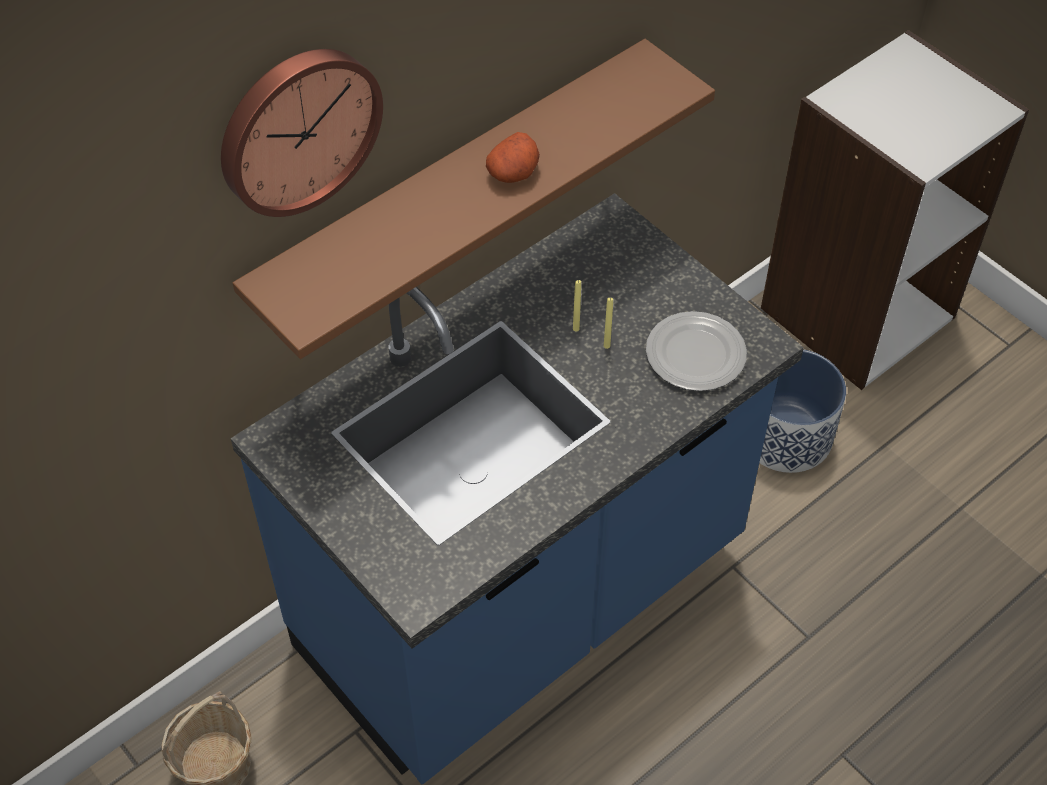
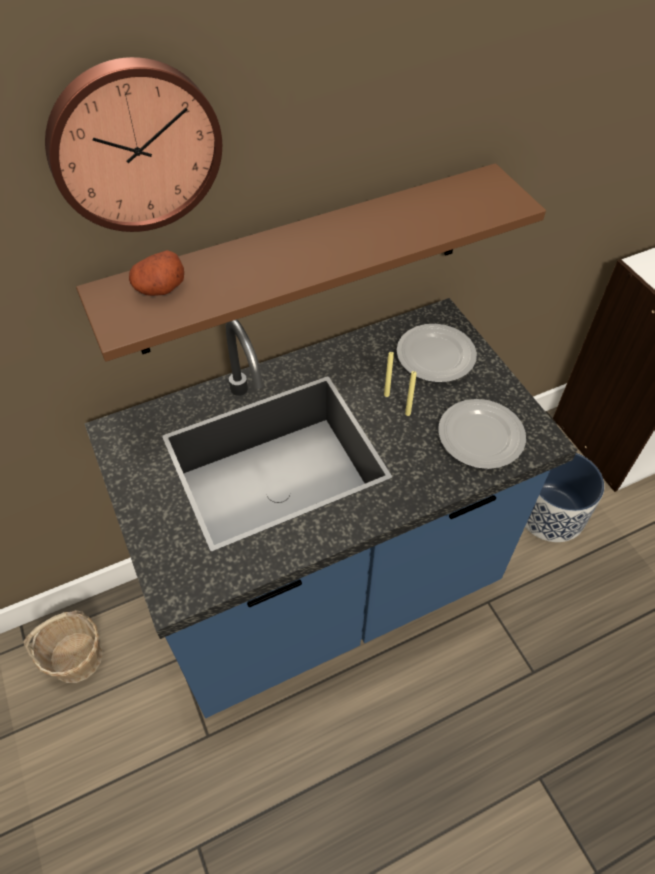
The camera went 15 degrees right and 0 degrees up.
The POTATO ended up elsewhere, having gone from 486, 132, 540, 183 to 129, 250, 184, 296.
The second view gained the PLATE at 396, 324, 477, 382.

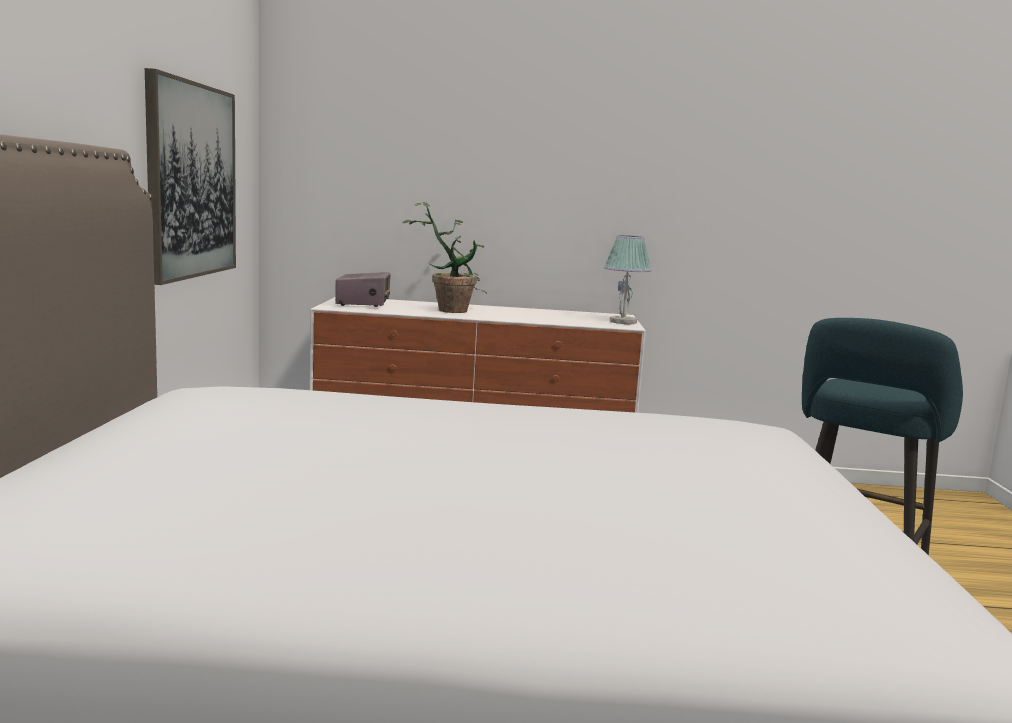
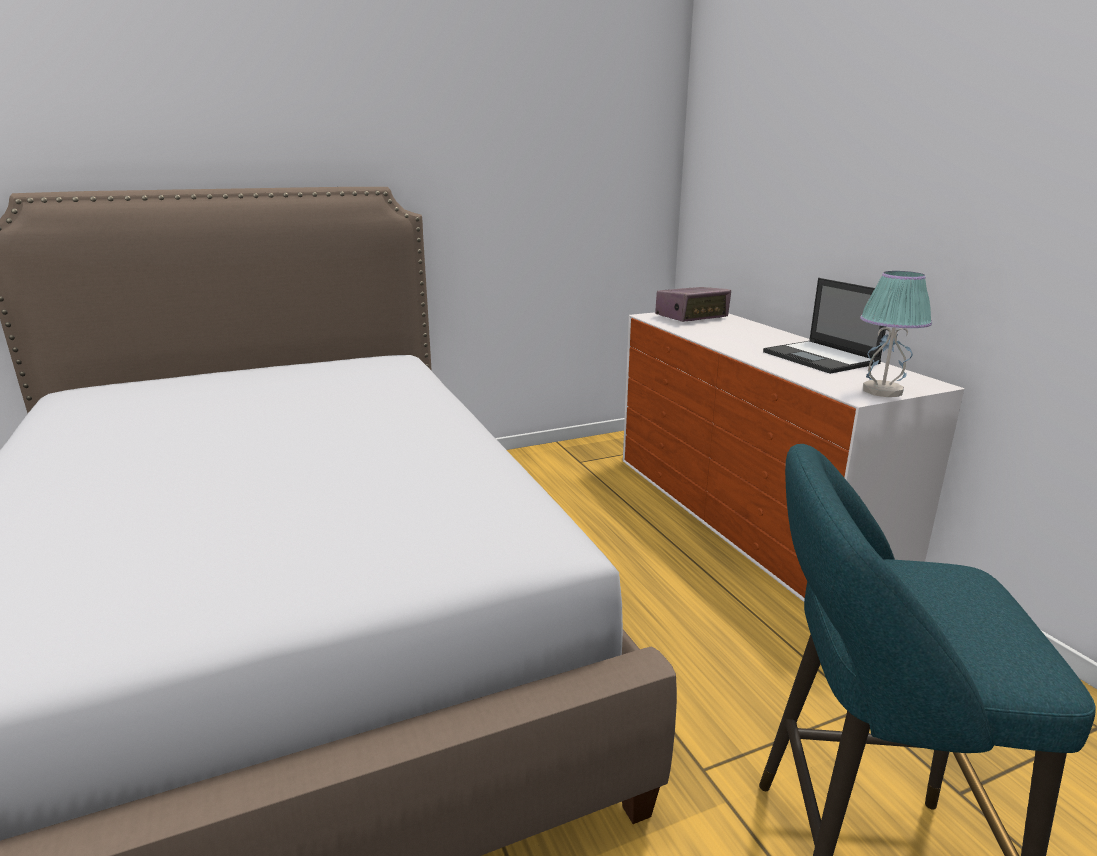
The camera went 65 degrees right and 10 degrees up.
The second view lost the PICTURE at 145, 68, 236, 285.
The second view lost the POTTED PLANT at 402, 202, 487, 313.
The second view gained the LAPTOP at 763, 278, 886, 374.

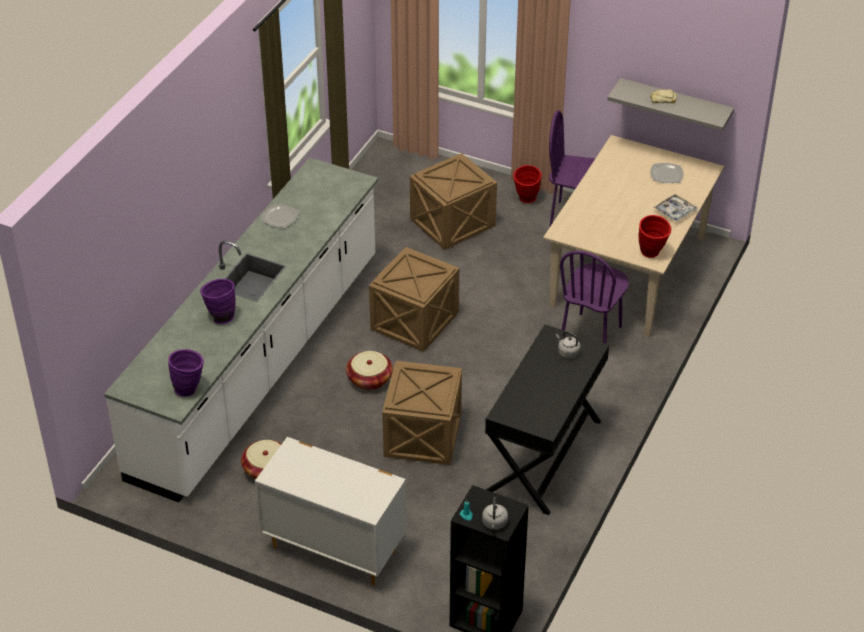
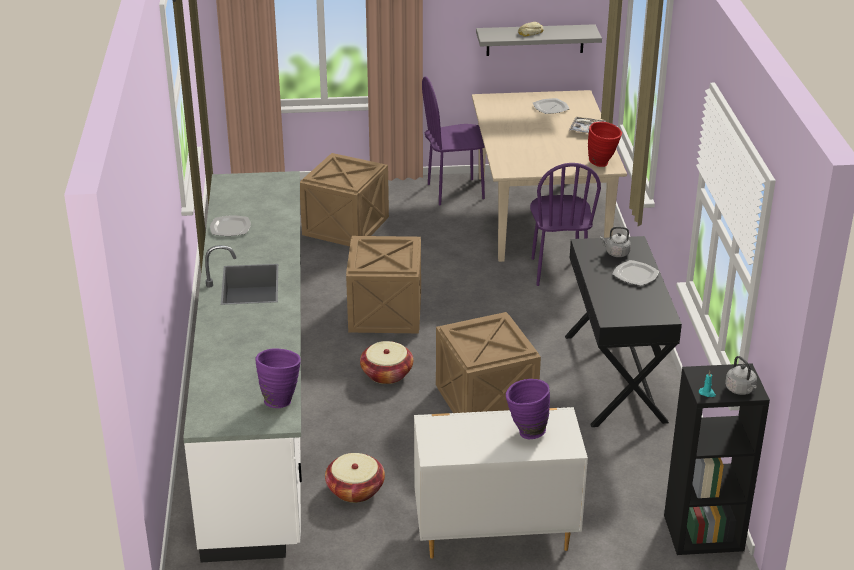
The camera went 30 degrees left and 10 degrees down.
The PURPLE VASE ended up elsewhere, having gone from 200, 279, 236, 324 to 506, 379, 550, 439.
The second view lost the RED VASE at 513, 165, 542, 203.
The second view gained the PLATE at 612, 260, 659, 286.

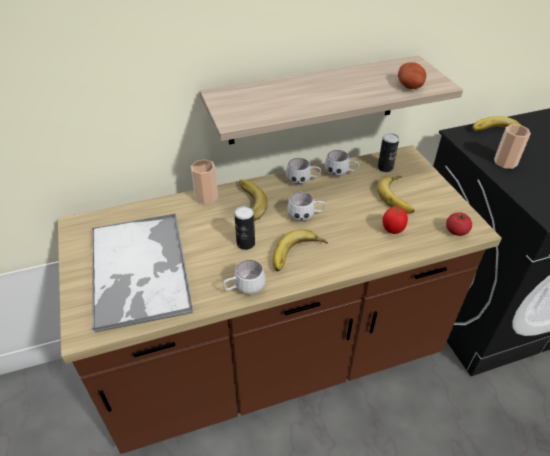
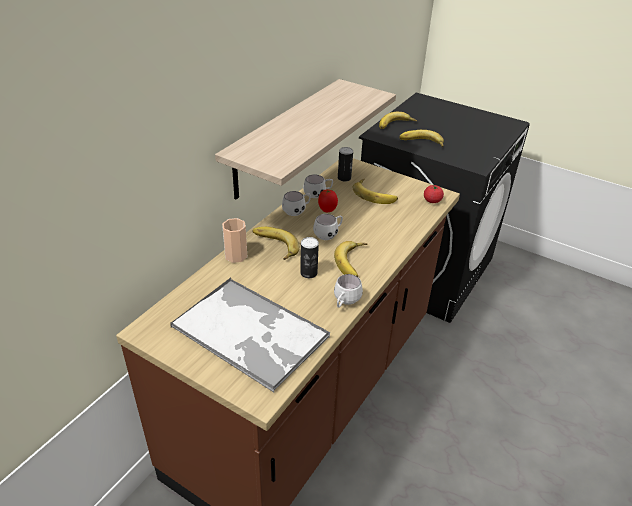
The camera went 40 degrees left and 5 degrees down.
The TOMATO ended up elsewhere, having gone from 383, 206, 408, 234 to 318, 189, 338, 212.
The second view lost the POTATO at 398, 62, 426, 89.
Where the CUP stood at 494, 124, 531, 169, the BANANA came to stand at 399, 130, 444, 147.

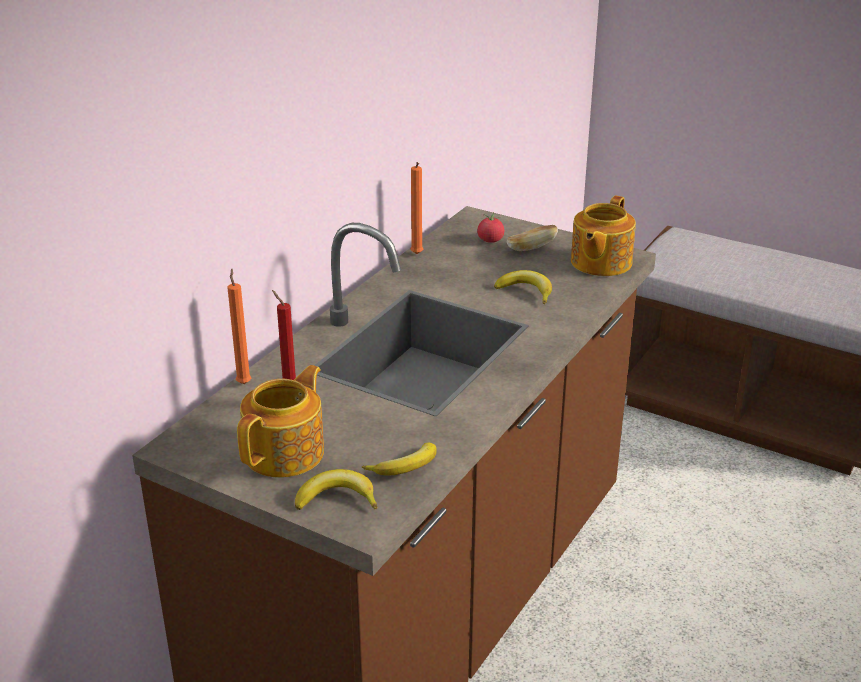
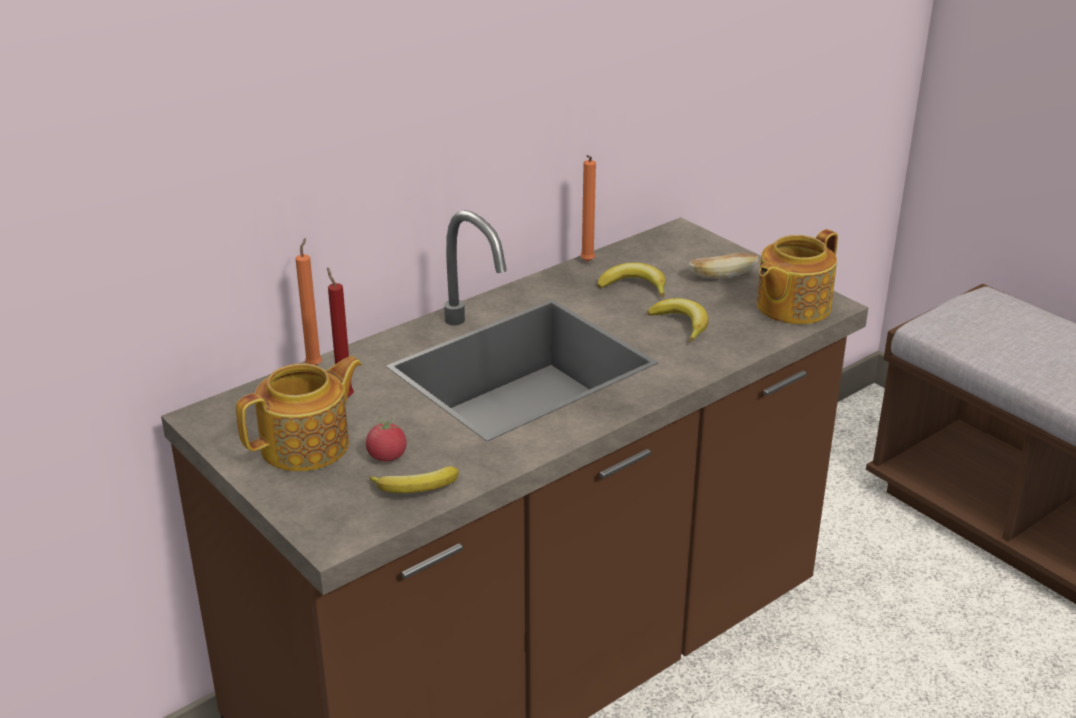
The camera went 20 degrees right and 0 degrees up.
The BANANA ended up elsewhere, having gone from 295, 469, 377, 510 to 597, 263, 666, 298.
The TOMATO ended up elsewhere, having gone from 477, 212, 504, 243 to 366, 417, 407, 462.

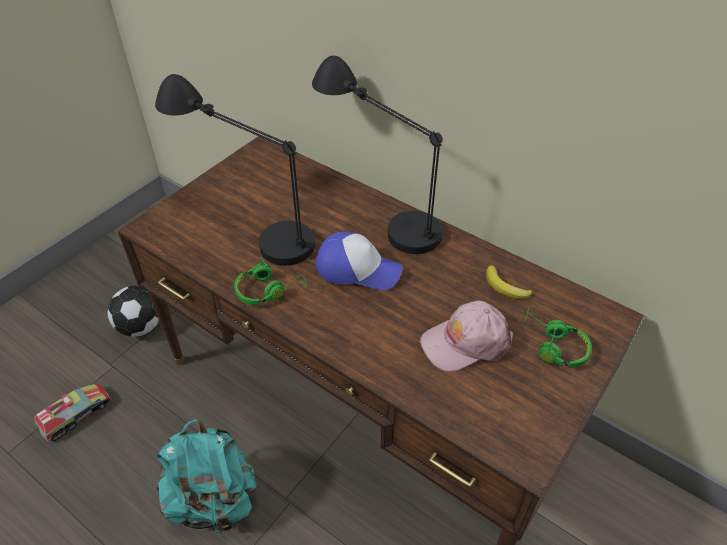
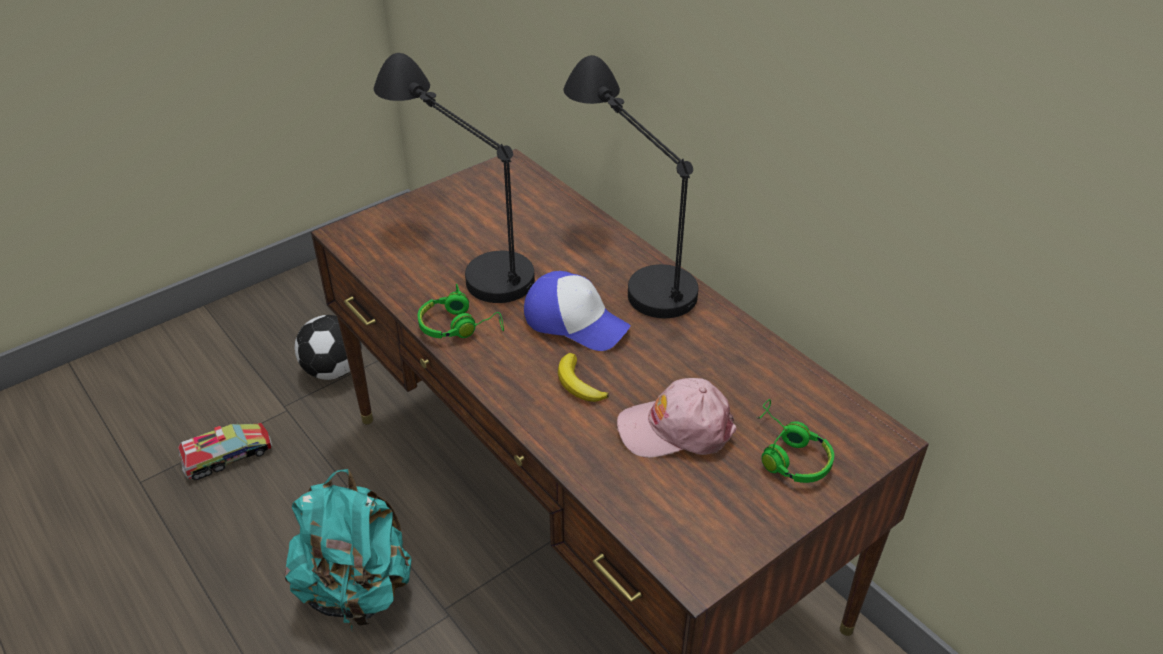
The camera went 15 degrees right and 5 degrees down.
The BANANA ended up elsewhere, having gone from 486, 265, 532, 299 to 558, 353, 609, 402.

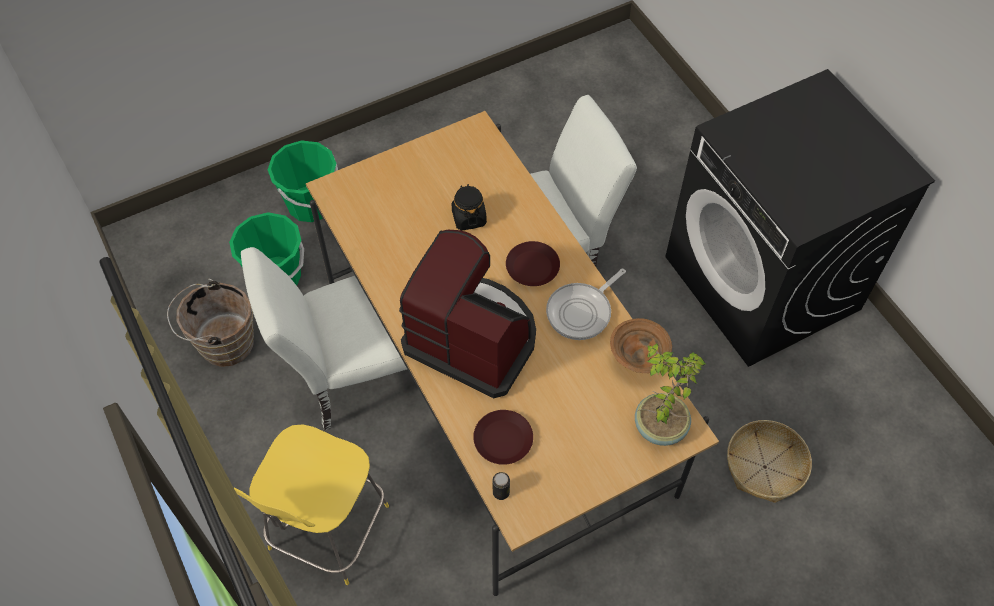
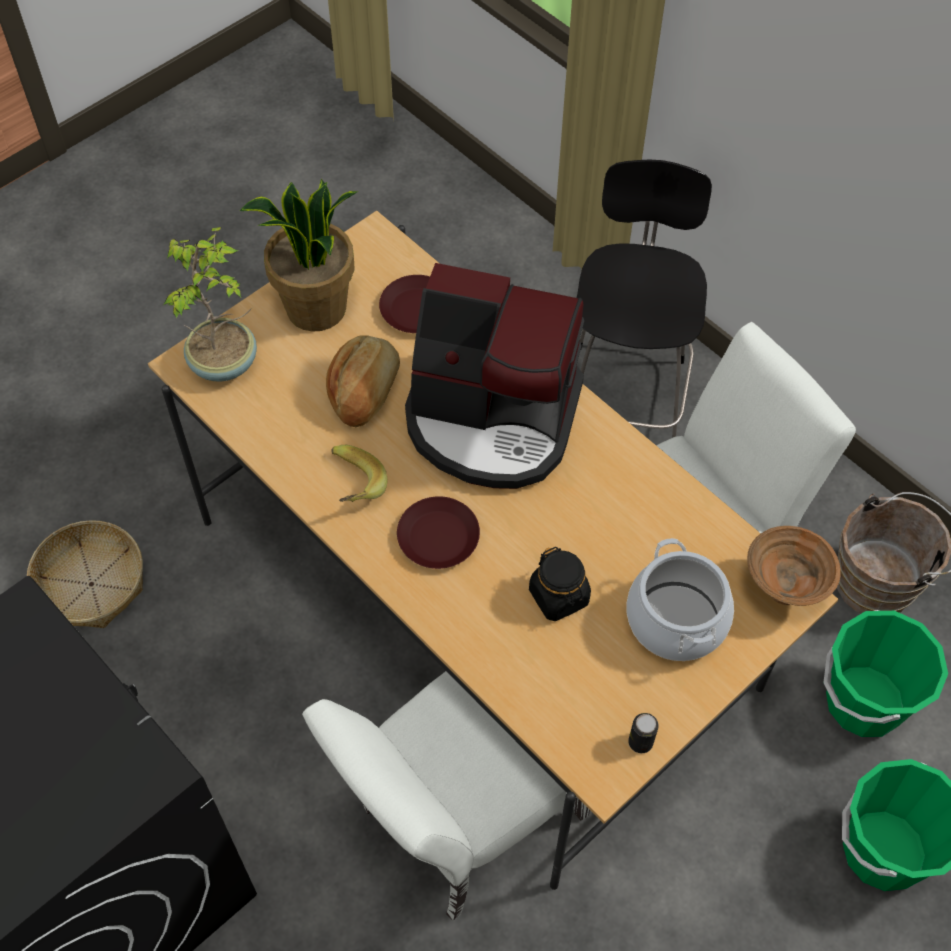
The camera went 165 degrees right and 0 degrees up.
What was the YELLOW STOOL at 233, 424, 389, 585 turned into the BLACK STOOL at 577, 160, 712, 438.
The CAN ended up elsewhere, having gone from 493, 472, 510, 500 to 628, 713, 659, 753.
Where the FRYING PAN stood at 546, 269, 626, 340, the BANANA came to stand at 331, 445, 388, 502.
The BROWN BOWL ended up elsewhere, having gone from 610, 318, 672, 373 to 747, 526, 841, 606.
The second view gained the POTTED PLANT at 240, 179, 358, 332.
The second view gained the BREAD at 326, 335, 400, 427.
The second view gained the COOKING POT at 626, 538, 734, 661.

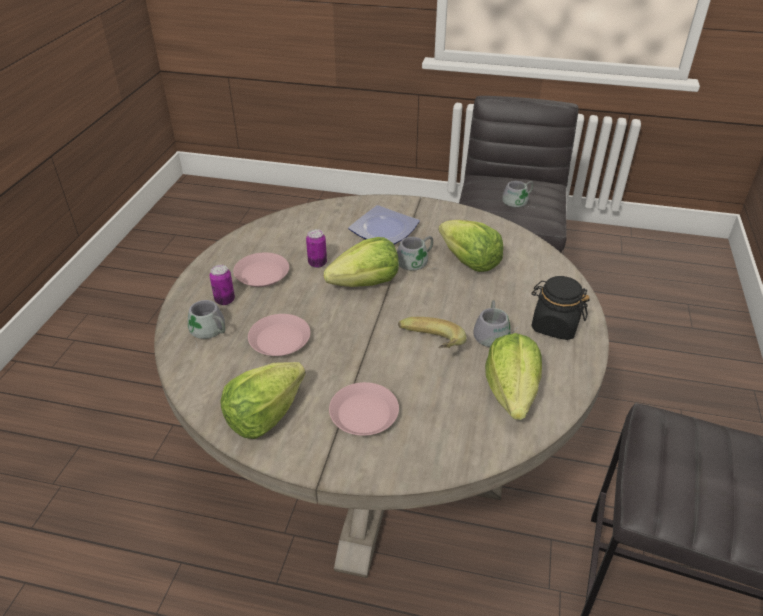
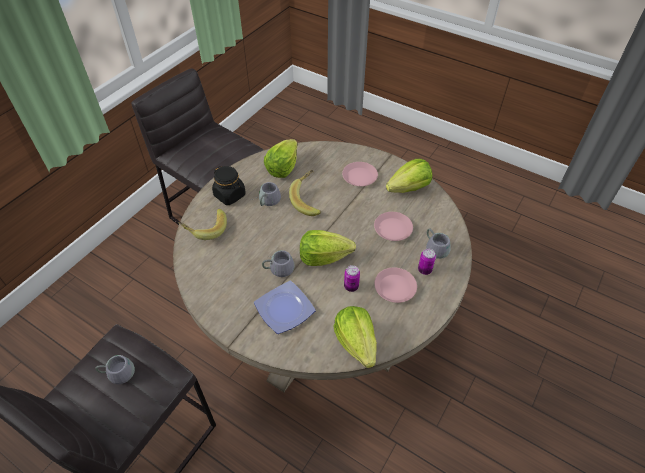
The camera went 160 degrees left and 10 degrees up.
The LETTUCE ended up elsewhere, having gone from 439, 220, 503, 272 to 334, 306, 377, 368.
The second view gained the BANANA at 179, 209, 227, 240.

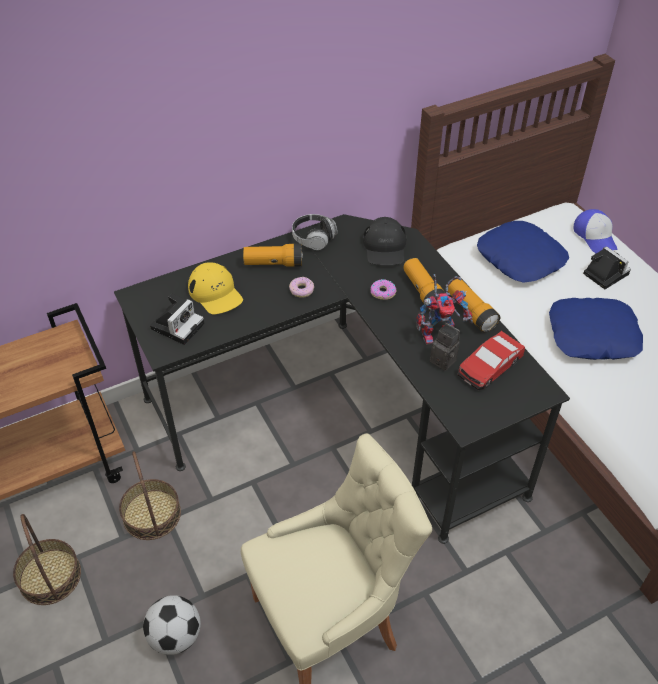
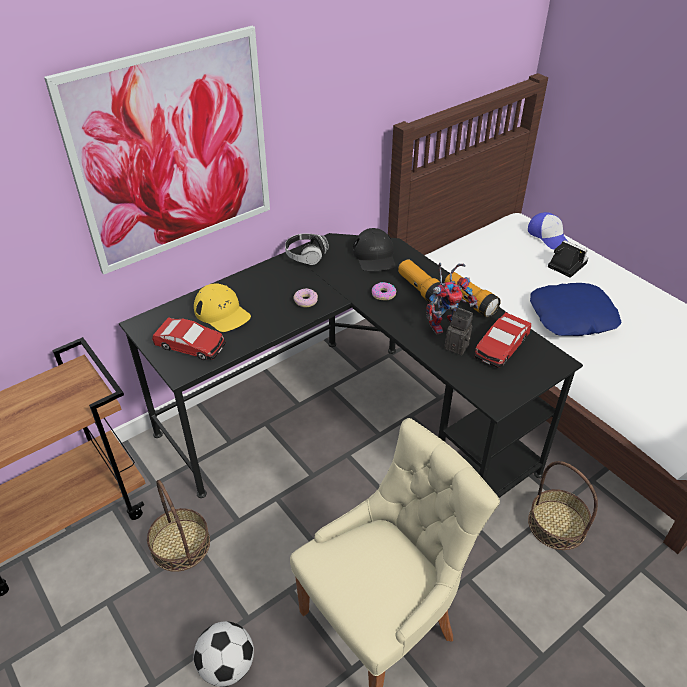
The camera went 10 degrees left and 5 degrees down.
The BASKET ended up elsewhere, having gone from 13, 514, 81, 605 to 528, 461, 598, 550.
Where the PHOTO CAMERA stood at 150, 293, 204, 345, the TOY CAR came to stand at 152, 317, 226, 361.
The second view lost the FLASHLIGHT at 243, 244, 303, 267.
The second view lost the BLUE PILLOW at 477, 221, 569, 283.
The second view gained the PICTURE at 44, 26, 270, 275.

